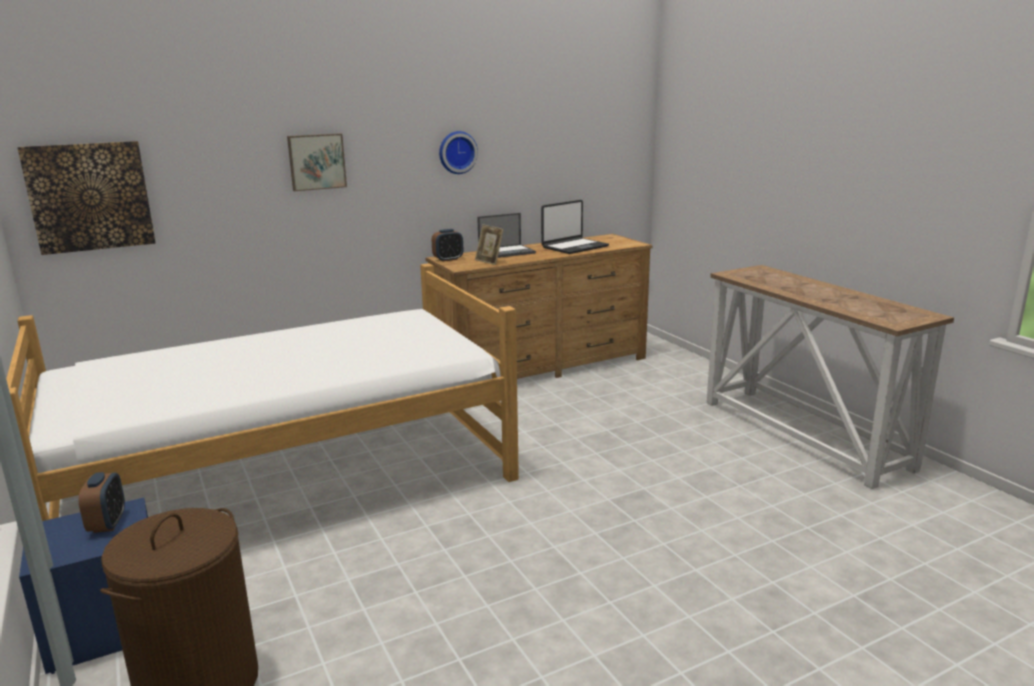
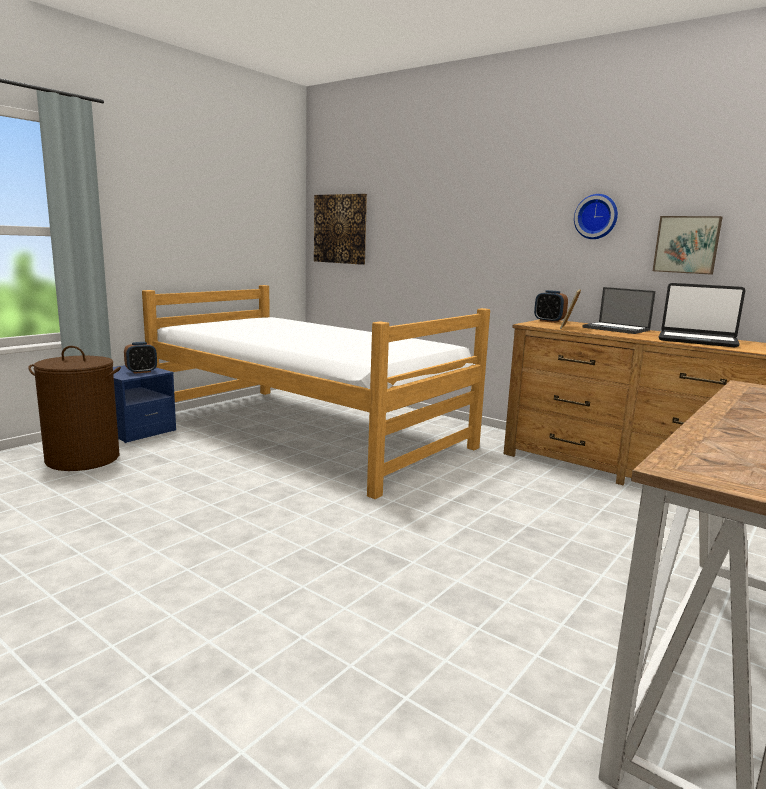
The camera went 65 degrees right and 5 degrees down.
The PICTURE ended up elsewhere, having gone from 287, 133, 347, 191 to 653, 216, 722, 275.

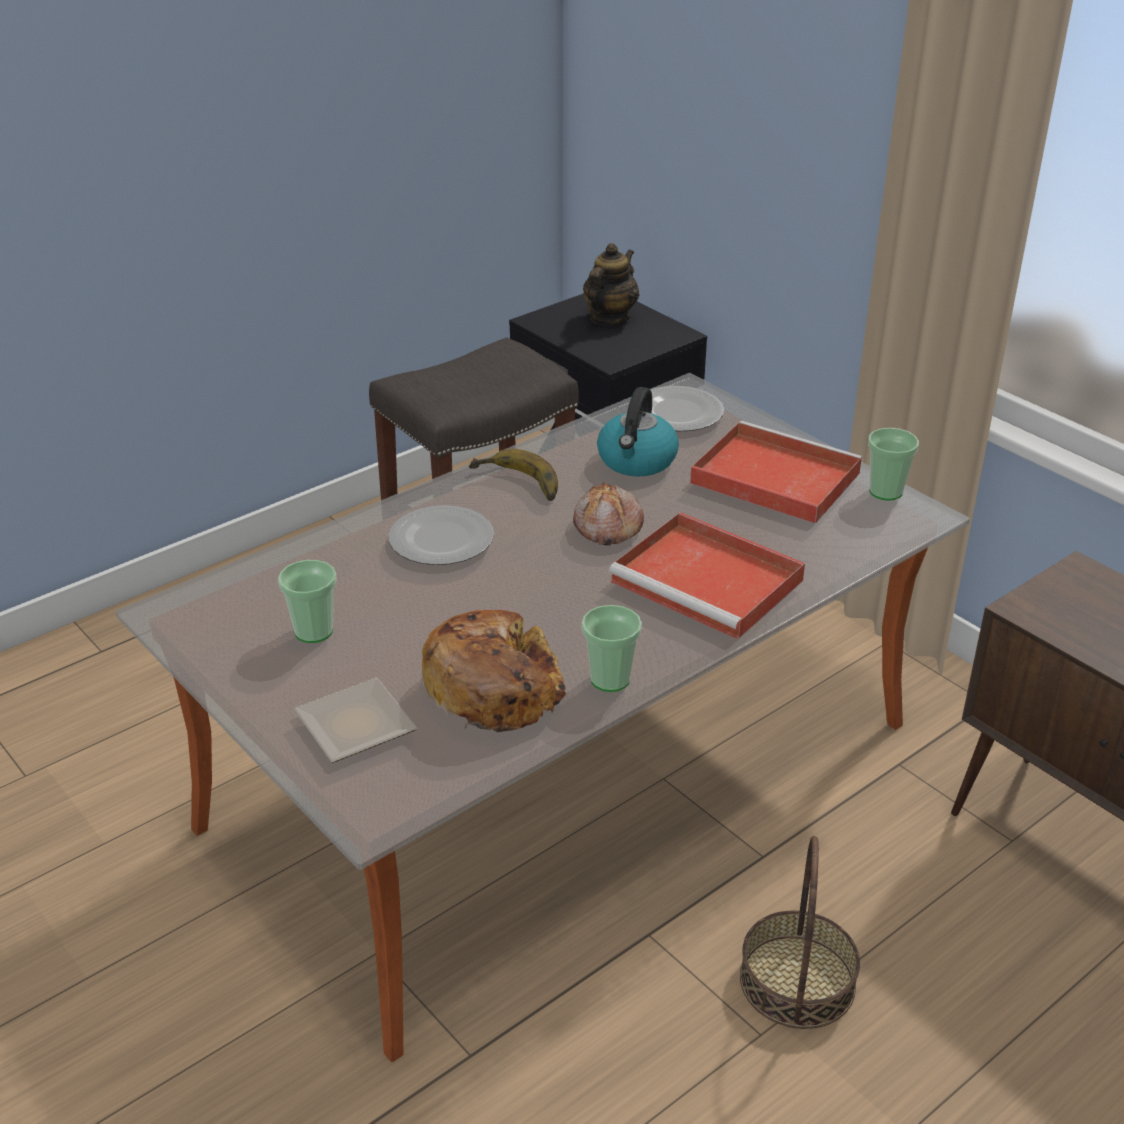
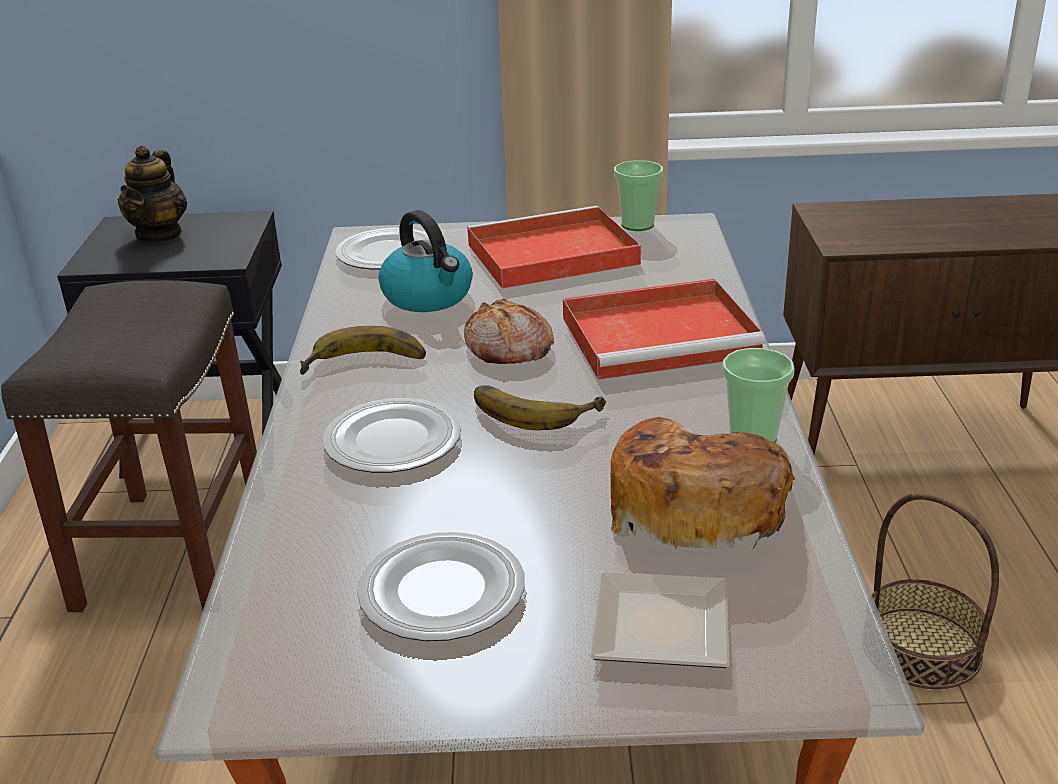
The camera went 50 degrees left and 5 degrees down.
Where the CUP stood at 278, 560, 337, 643, the PLATE came to stand at 357, 532, 525, 641.
The TEAPOT at 583, 243, 639, 325 ended up facing another way, 150 degrees counterclockwise from before.
The second view gained the BANANA at 474, 385, 606, 430.

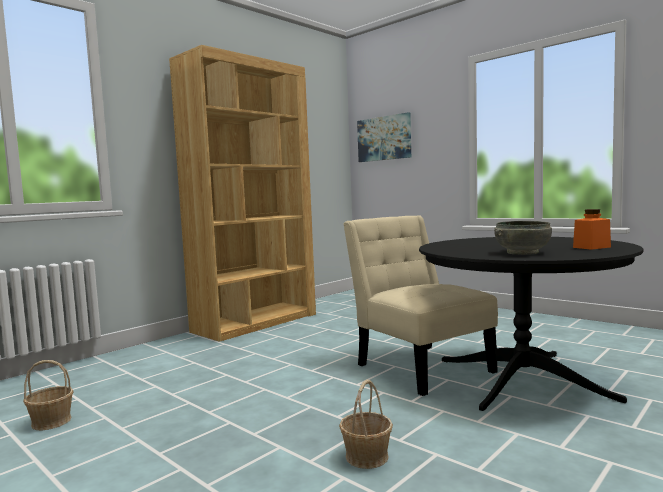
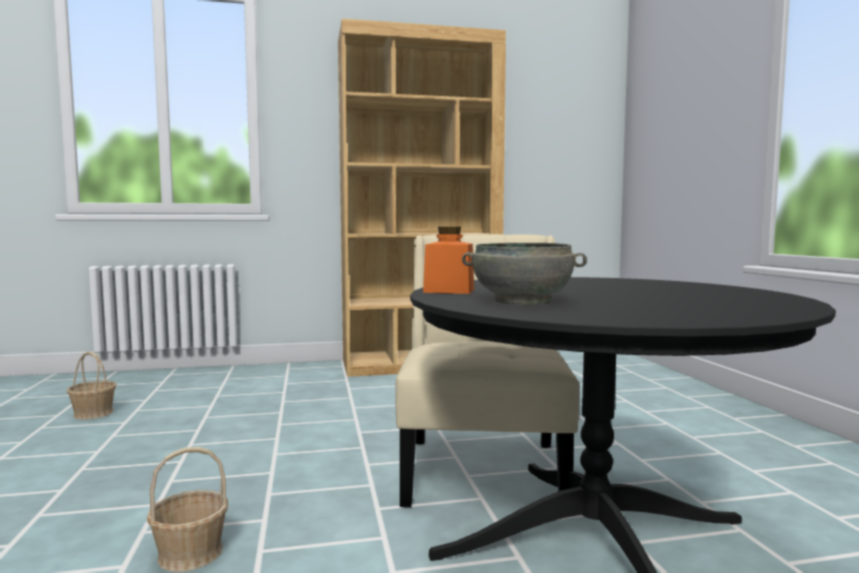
The camera went 35 degrees right and 0 degrees up.
The second view lost the PICTURE at 357, 112, 411, 162.
The ORANGE JAR ended up elsewhere, having gone from 573, 209, 611, 250 to 423, 227, 474, 294.

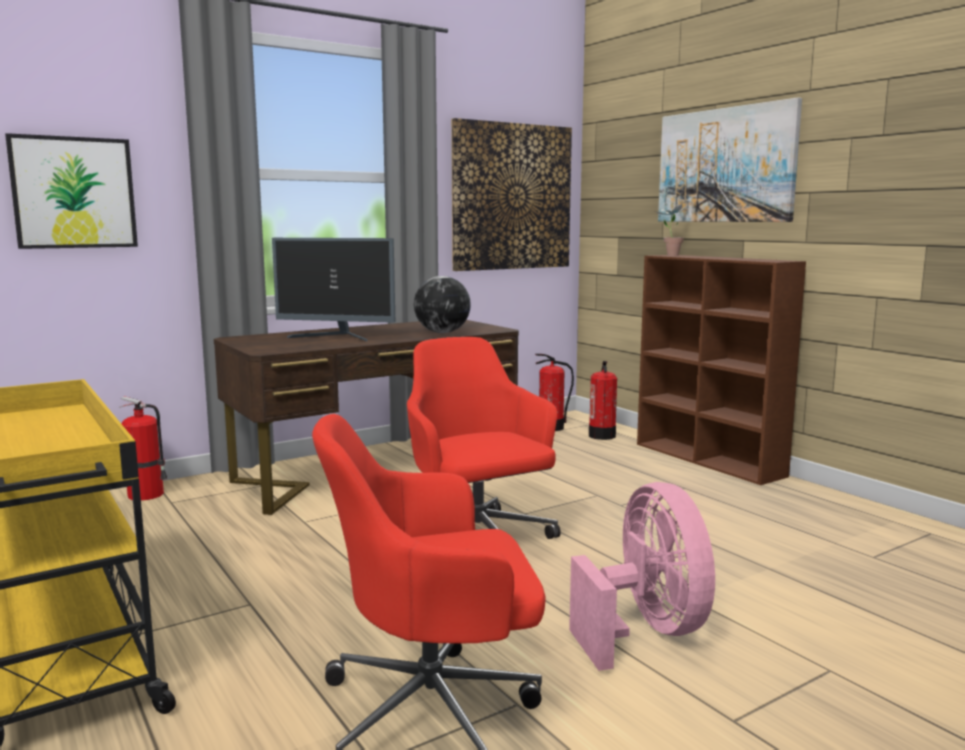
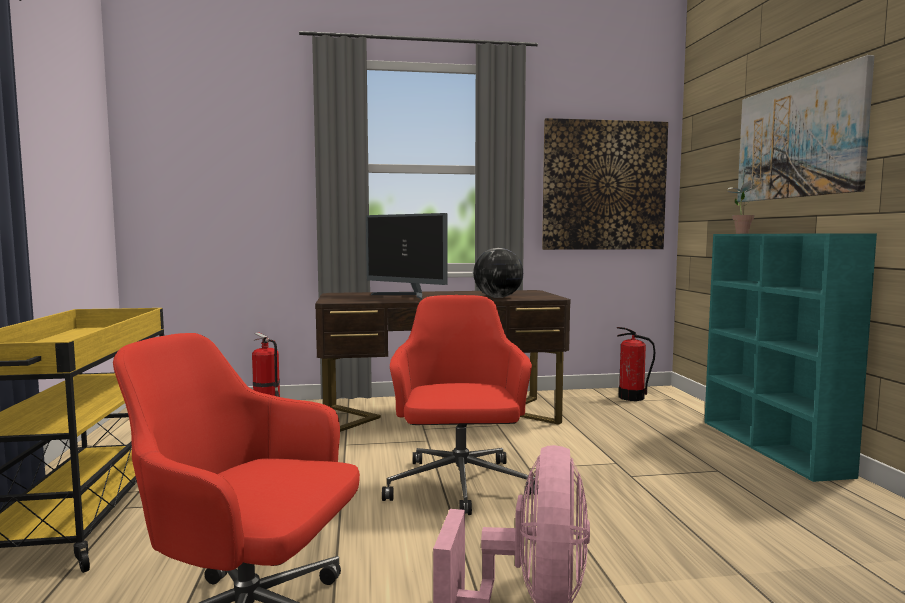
The camera went 25 degrees right and 5 degrees down.
The second view lost the PICTURE at 5, 133, 138, 249.
The second view lost the FIRE EXTINGUISHER at 589, 361, 617, 440.
What was the BROWN BOOKCASE at 637, 255, 806, 485 turned into the TURQUOISE BOOKCASE at 704, 233, 877, 482.

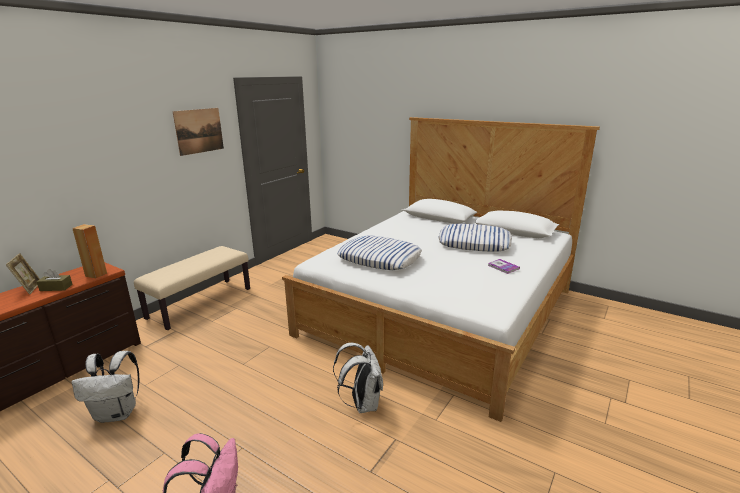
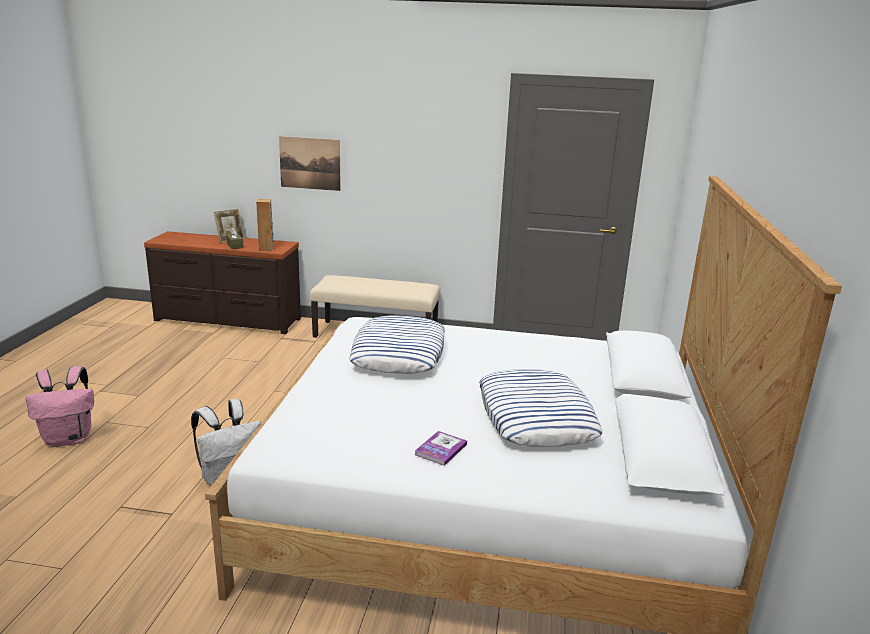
The camera went 65 degrees right and 0 degrees up.
The second view lost the WHITE BACKPACK at 72, 351, 139, 423.
The PICTURE ended up elsewhere, having gone from 173, 108, 224, 156 to 279, 136, 341, 191.

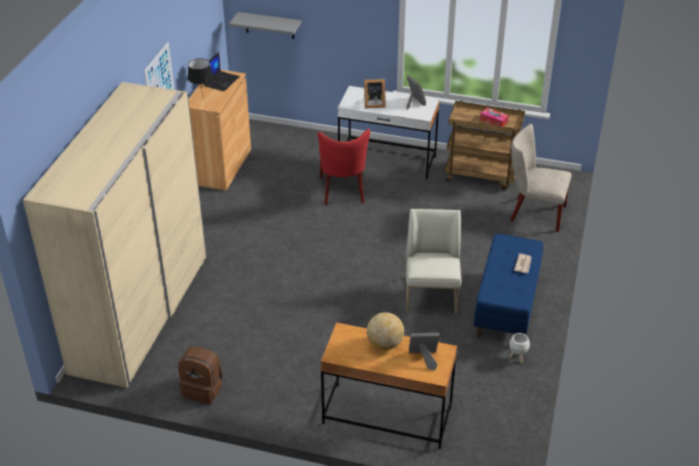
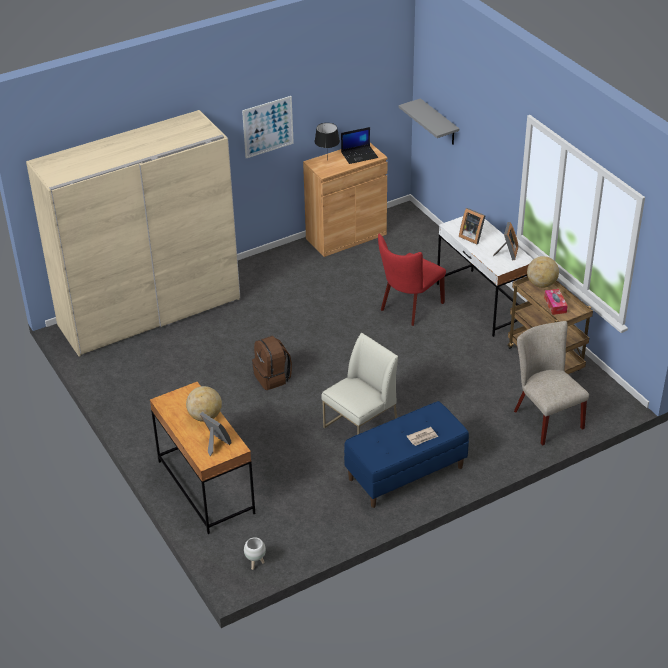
The camera went 45 degrees right and 0 degrees up.
The BROWN BACKPACK ended up elsewhere, having gone from 178, 346, 223, 404 to 252, 336, 292, 390.
The WHITE PLANTER ended up elsewhere, having gone from 509, 333, 530, 363 to 244, 537, 266, 570.
The second view gained the GLOBE at 527, 256, 559, 288.

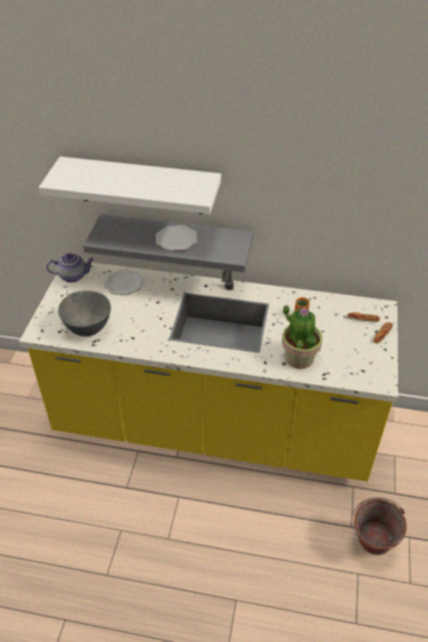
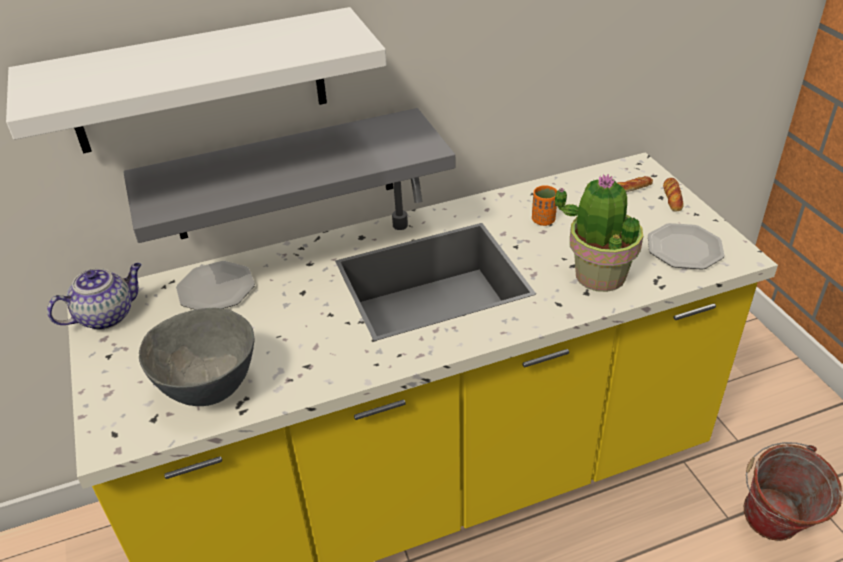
The camera went 30 degrees left and 5 degrees down.
The PLATE ended up elsewhere, having gone from 156, 225, 197, 251 to 648, 223, 725, 269.

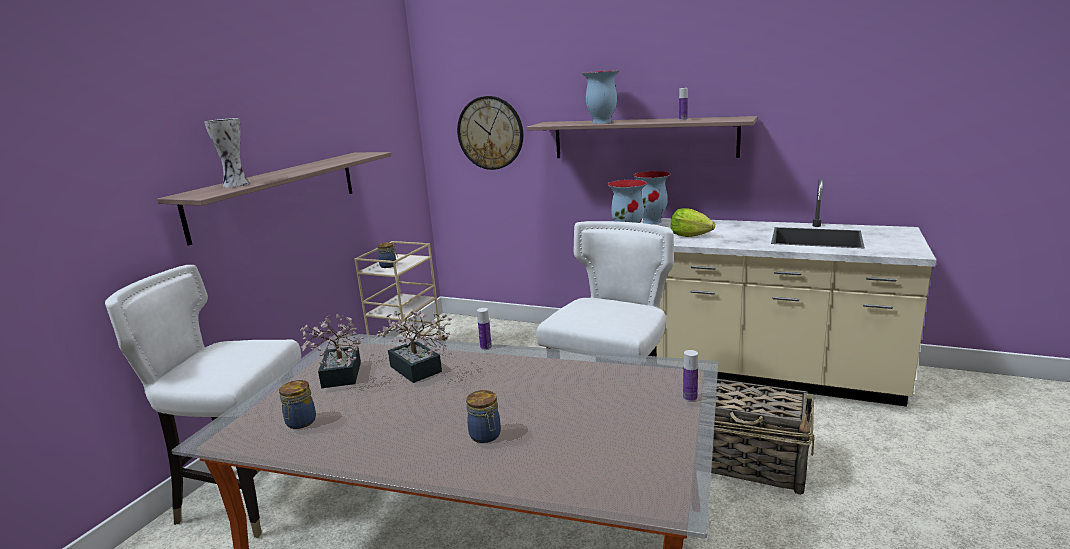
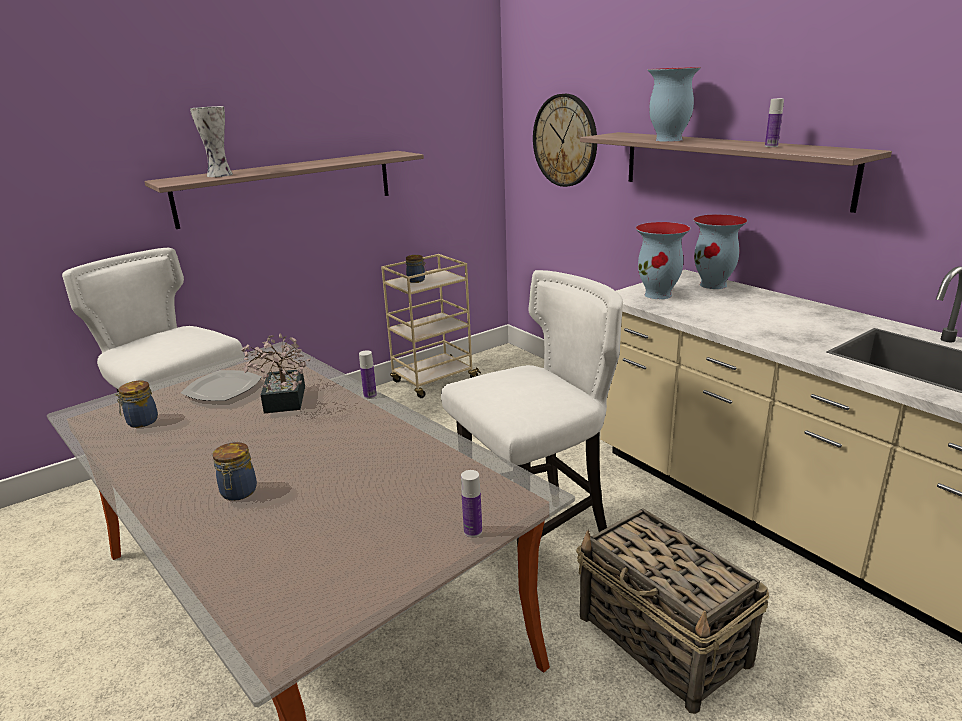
The camera went 30 degrees right and 5 degrees up.
Where the POTTED PLANT stood at 300, 314, 365, 388, the PLATE came to stand at 181, 370, 262, 401.
The second view lost the LETTUCE at 671, 208, 715, 237.

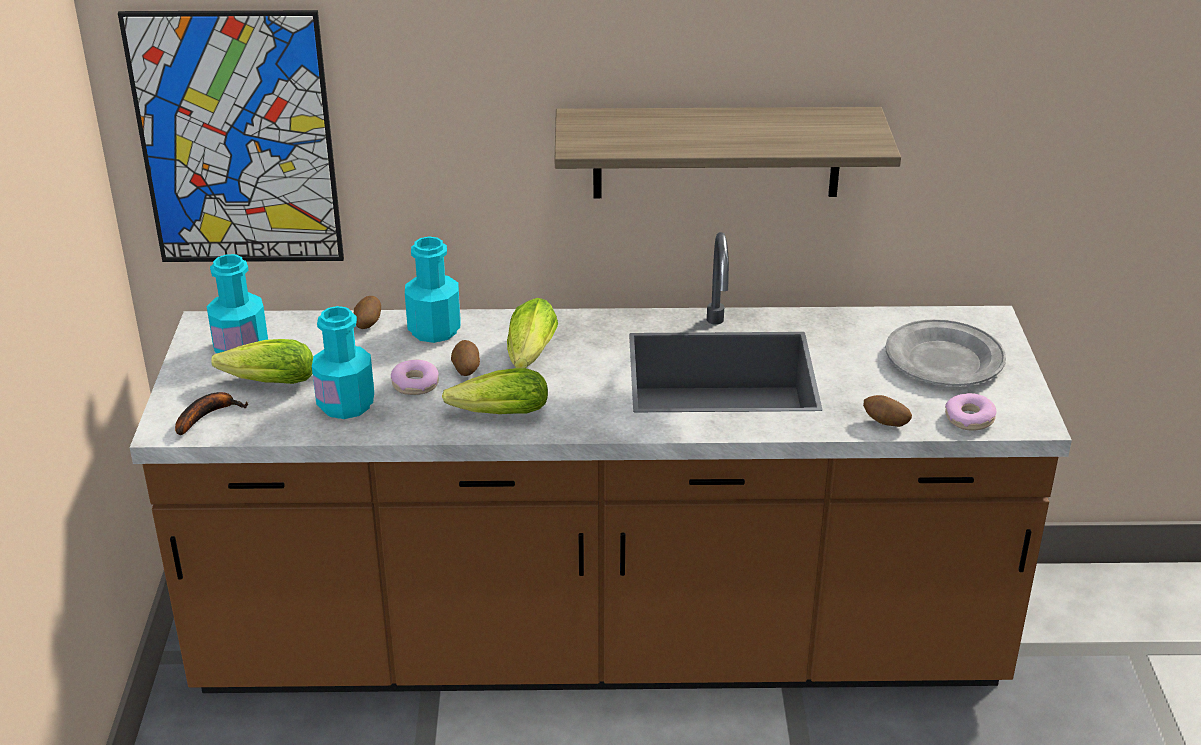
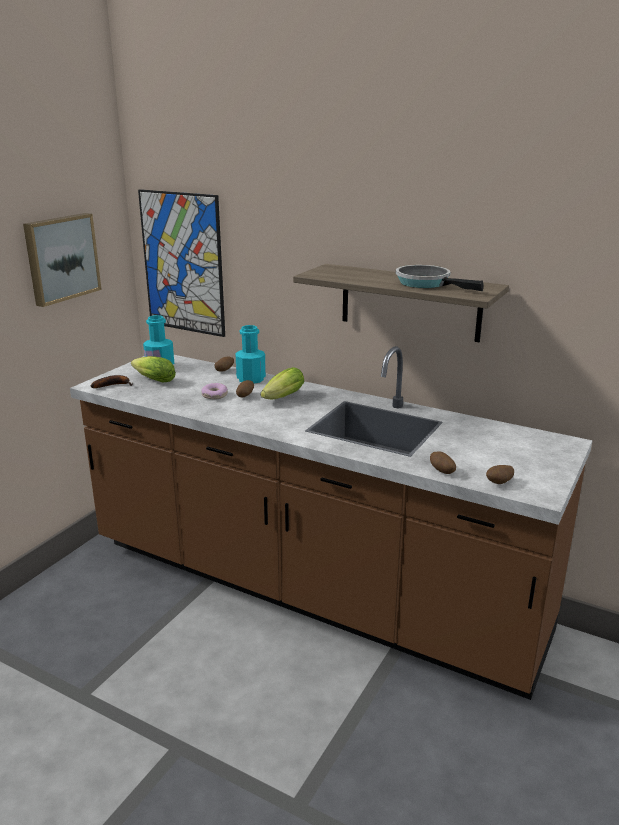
The camera went 30 degrees right and 10 degrees down.
The second view lost the TURQUOISE BOTTLE at 312, 306, 374, 419.
The second view lost the LETTUCE at 442, 368, 548, 414.
The second view lost the GREY PLATE at 885, 319, 1006, 386.
Where the DONUT stood at 945, 393, 996, 431, the POTATO came to stand at 486, 465, 514, 484.
The second view gained the PICTURE at 23, 213, 102, 307.
The second view gained the FRYING PAN at 396, 265, 484, 291.

